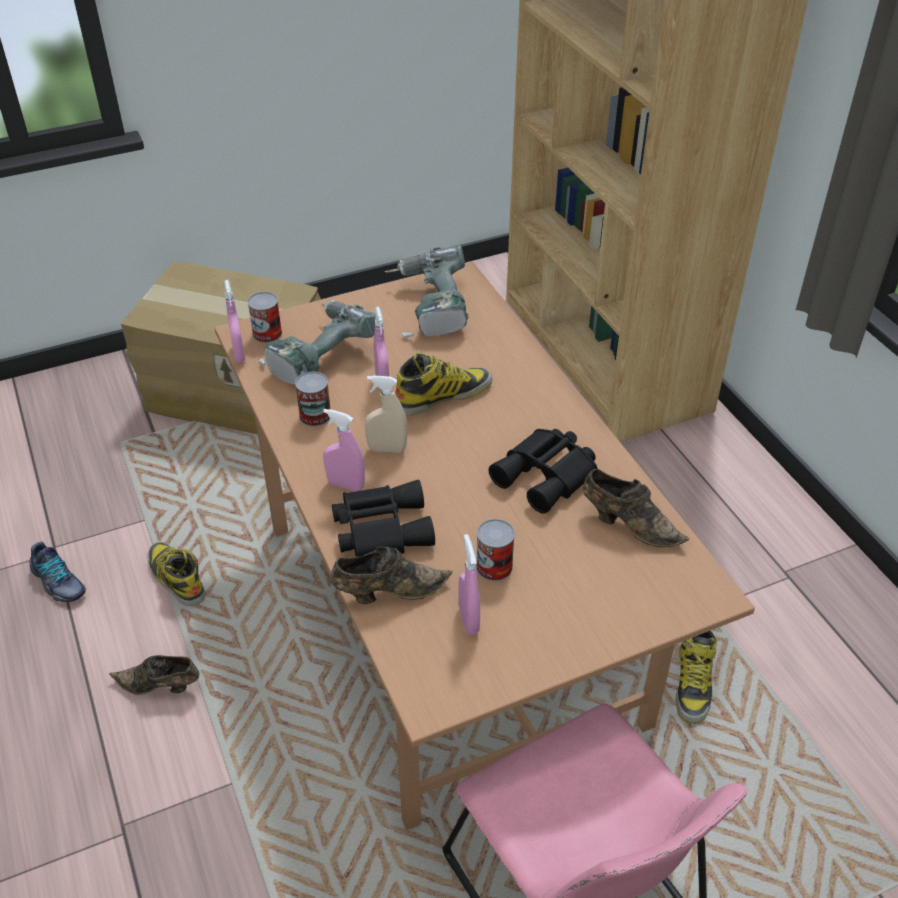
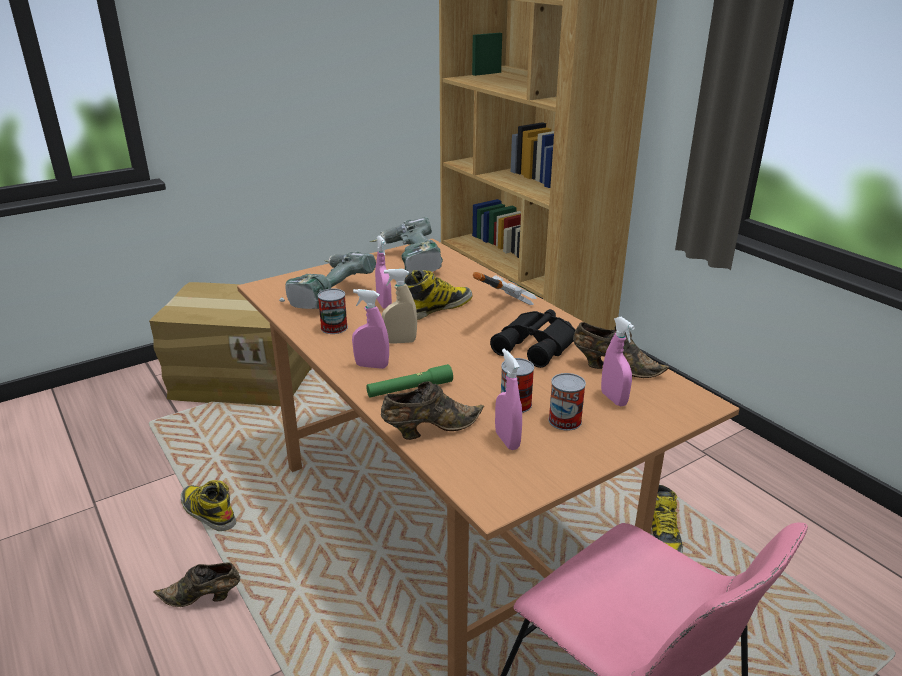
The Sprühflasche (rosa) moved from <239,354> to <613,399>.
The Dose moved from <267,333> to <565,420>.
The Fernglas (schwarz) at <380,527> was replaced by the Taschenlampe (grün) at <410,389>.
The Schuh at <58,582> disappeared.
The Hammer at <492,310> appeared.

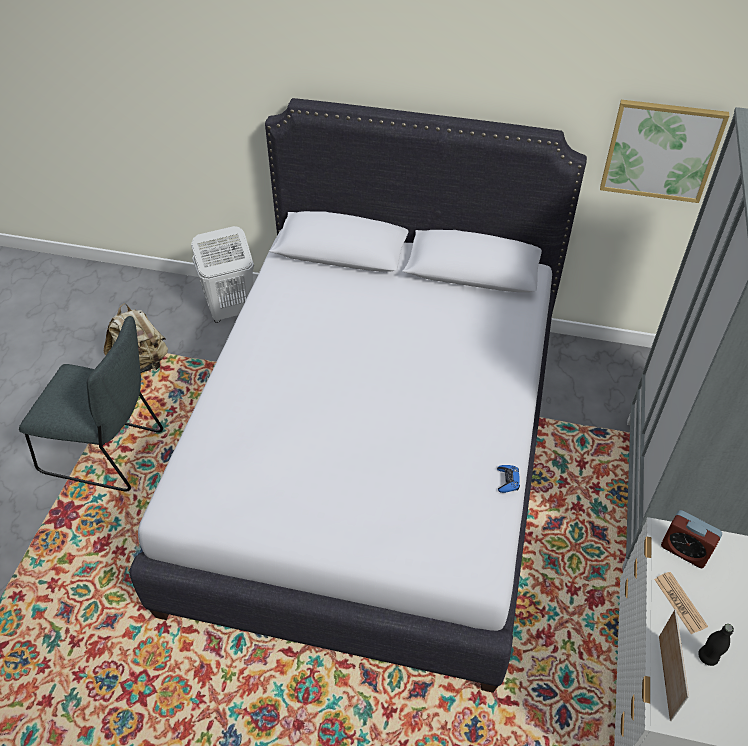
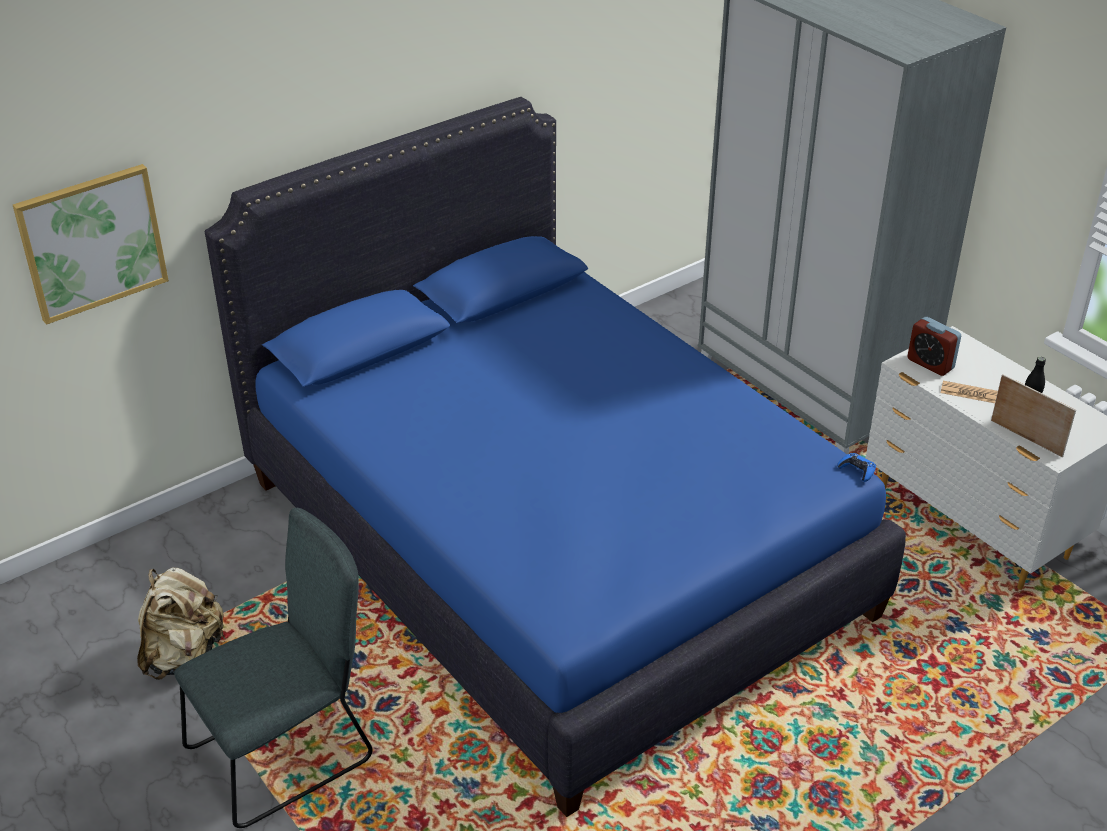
The Bett (weiß) at <373,458> became the Bett (blau) at <551,546>.
The Bild moved from <661,150> to <92,242>.
The Wäschekorb (weiß) at <231,311> disappeared.
The Gamepad (blau) moved from <507,481> to <857,470>.
The Wecker at <684,550> turned 60 degrees clockwise.

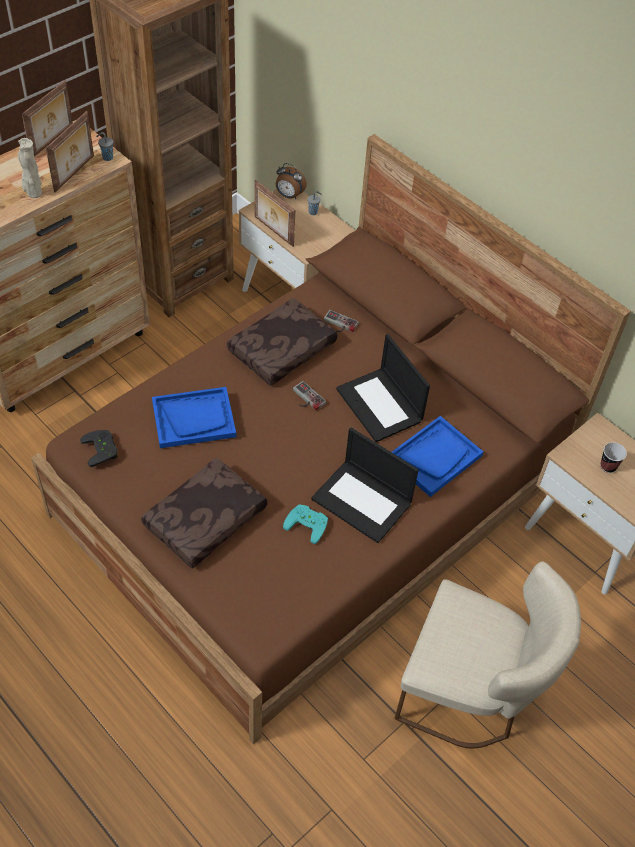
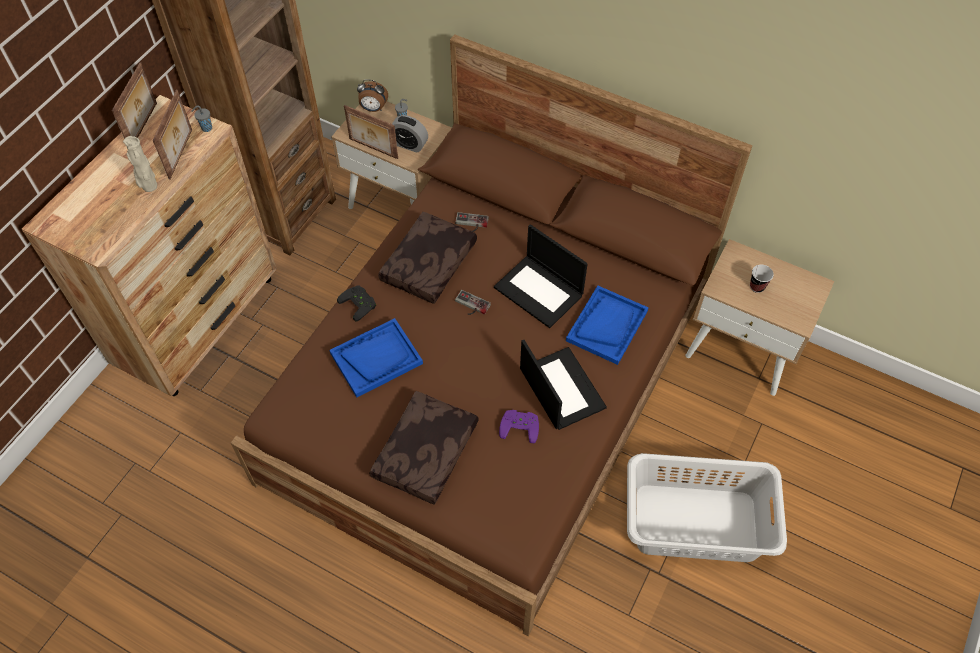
The Laptop at <363,501> turned 135 degrees counterclockwise.
The Gamepad (schwarz) moved from <102,449> to <360,303>.
The Gamepad (türkis) at <308,523> became the Gamepad (lila) at <520,425>.
The Stuhl (beige) at <470,694> was replaced by the Wäschekorb (grau) at <696,524>.
The Wecker at <409,144> appeared.

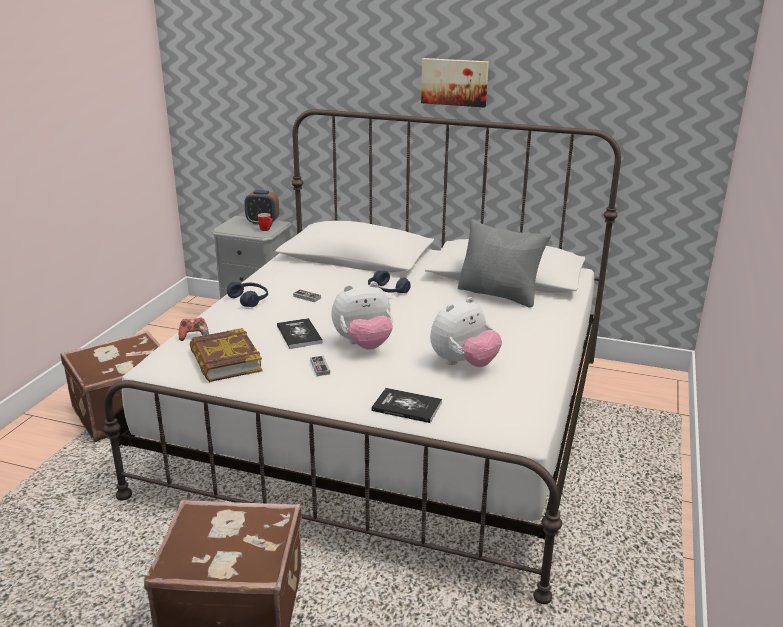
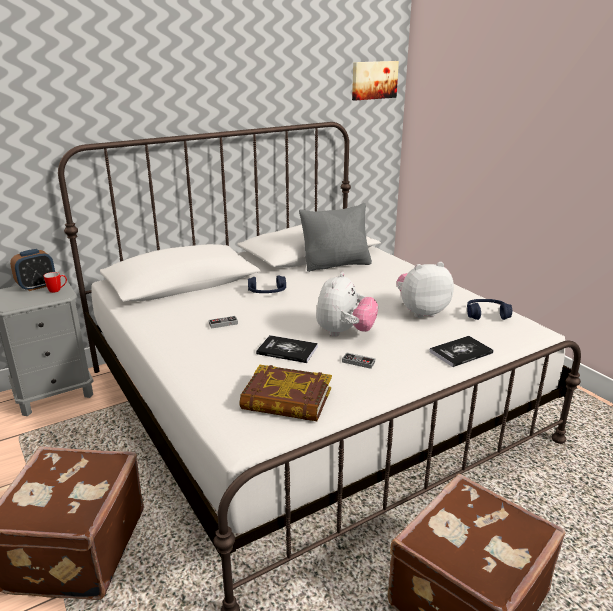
The Bild moved from <454,82> to <374,80>.
The Kopfhörer (blau) moved from <249,299> to <486,315>.
The Plüschtier at <463,364> turned 105 degrees counterclockwise.
The Gamepad at <194,336> disappeared.

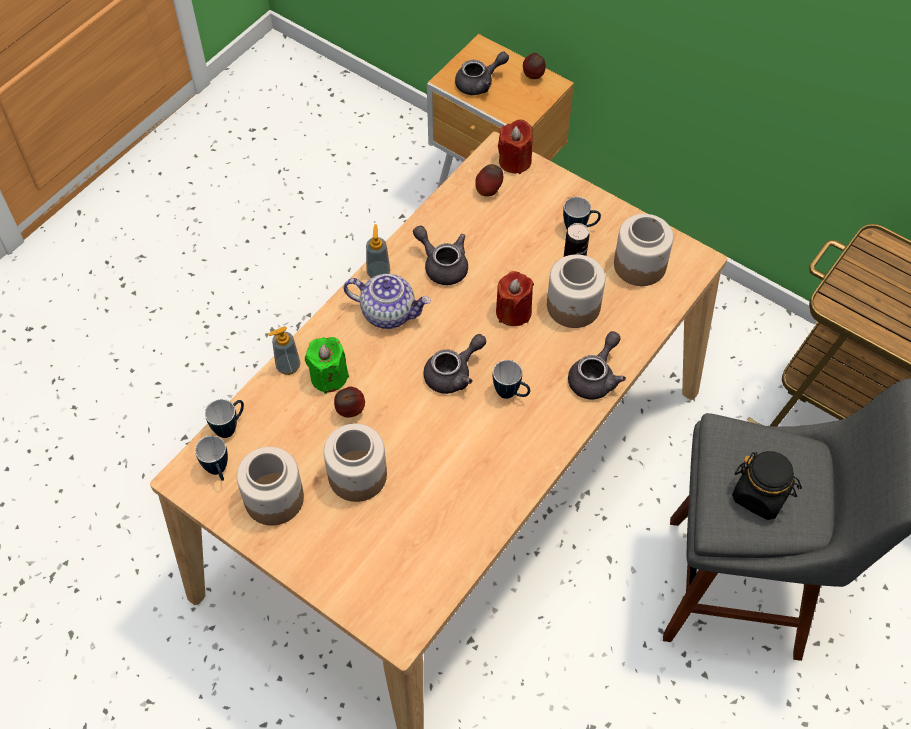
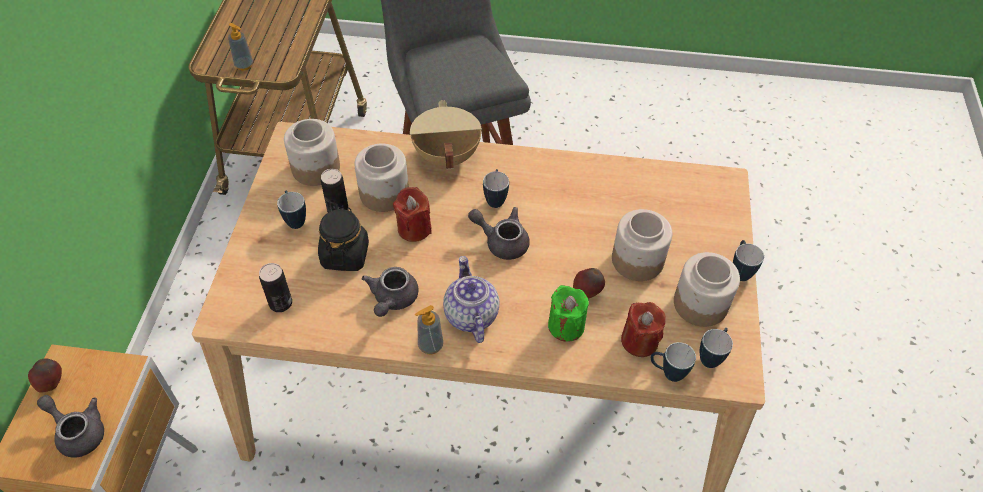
The Kerze (rot) moved from <515,161> to <639,341>.
The Apfel at <489,191> was replaced by the Dose at <280,303>.
The Seifenspender moved from <288,366> to <244,65>.
The Teekanne (grau) at <595,377> was replaced by the Kochtopf (beige) at <445,156>.
The Vorratsglas (schwarz) moved from <761,495> to <345,255>.
The Henkelbecher at <740,270> appeared.

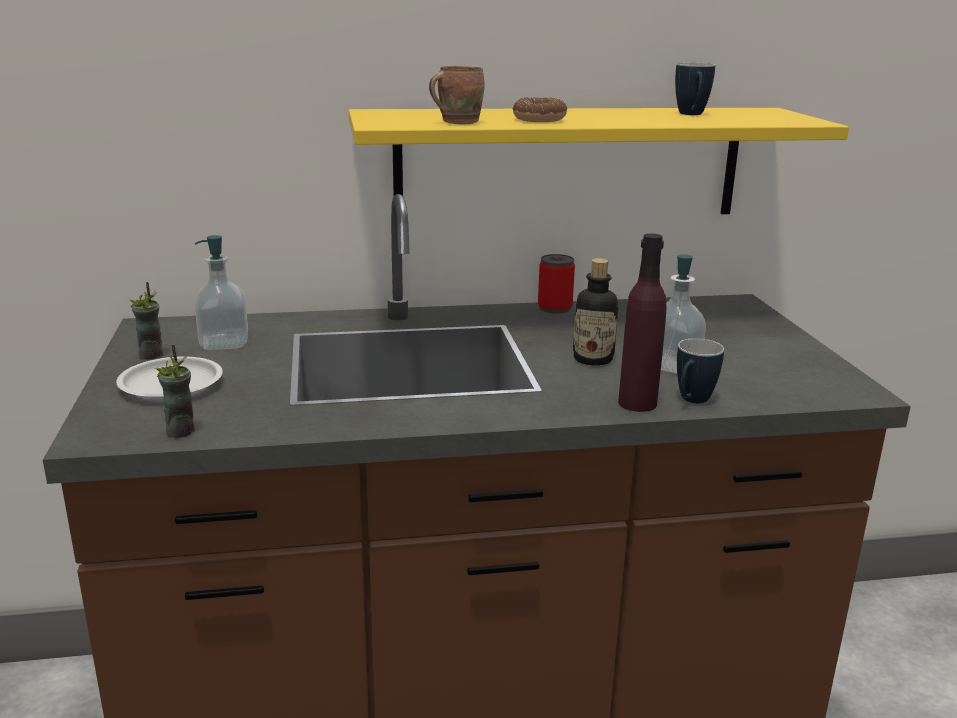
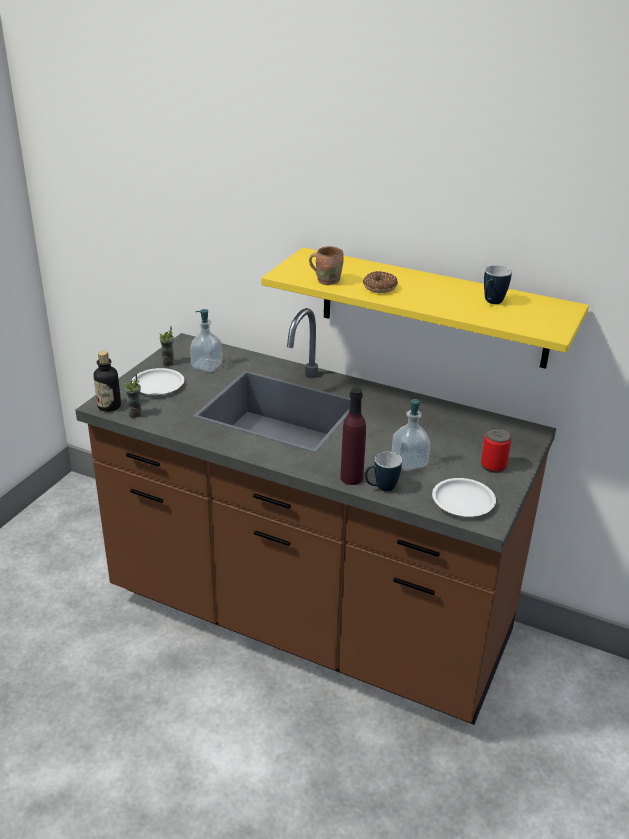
The Dose moved from <554,308> to <493,466>.
The Flasche moved from <593,359> to <109,406>.
The Teller (weiß) at <462,501> appeared.

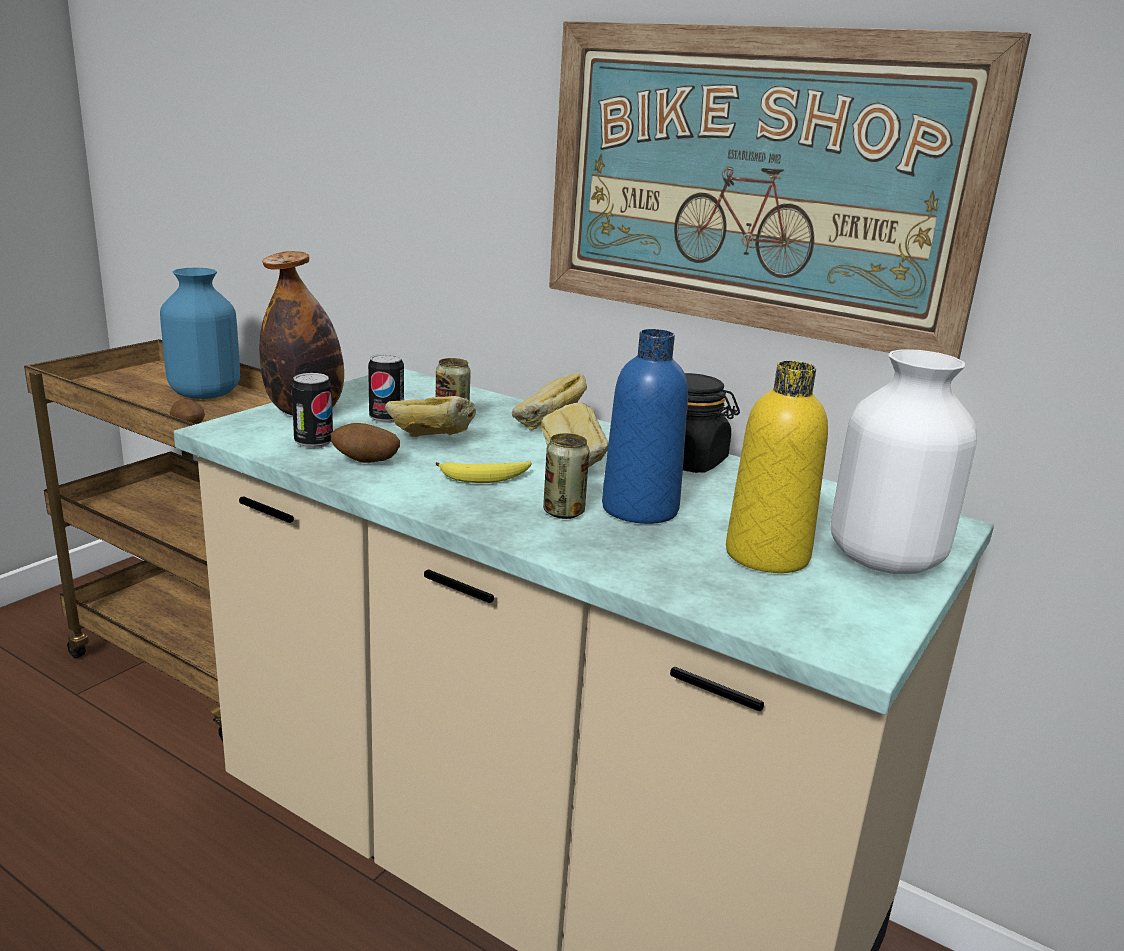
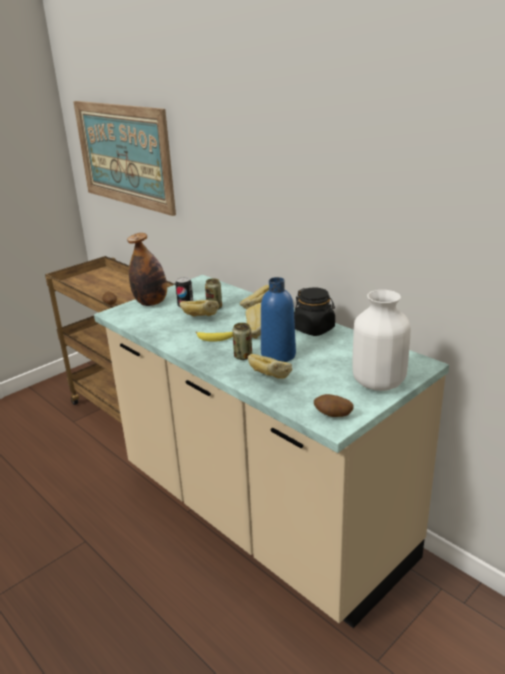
The Bild moved from <751,182> to <124,155>.
The Vase (blau) at <205,394> disappeared.
The Flasche (gelb) at <767,555> disappeared.
The Dose at <313,443> disappeared.
The Kartoffel moved from <365,462> to <333,416>.
The Brot at <269,379> appeared.

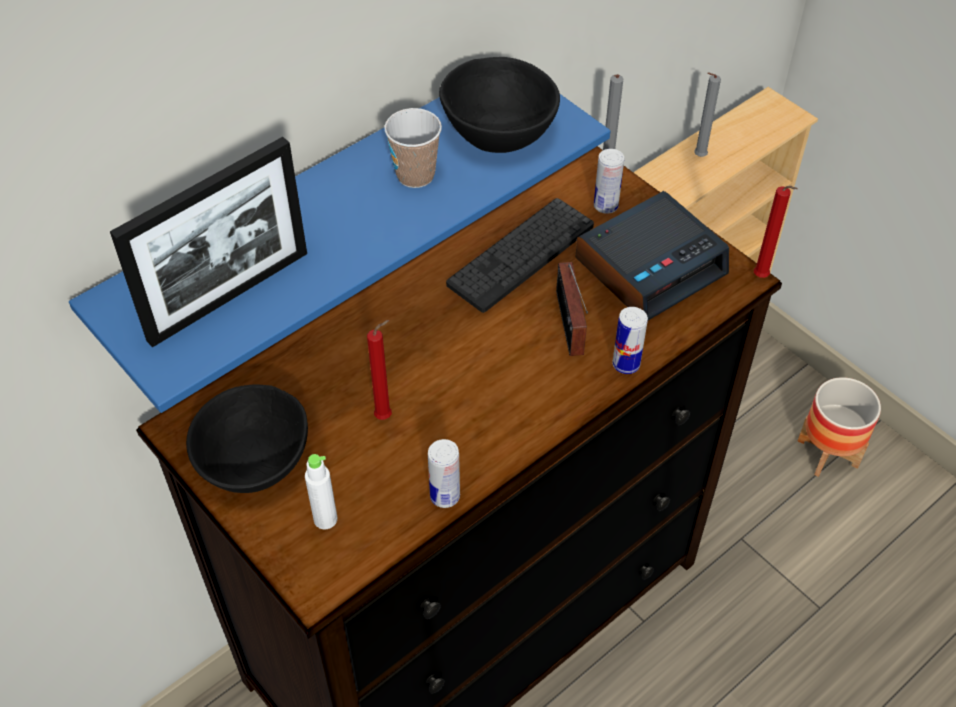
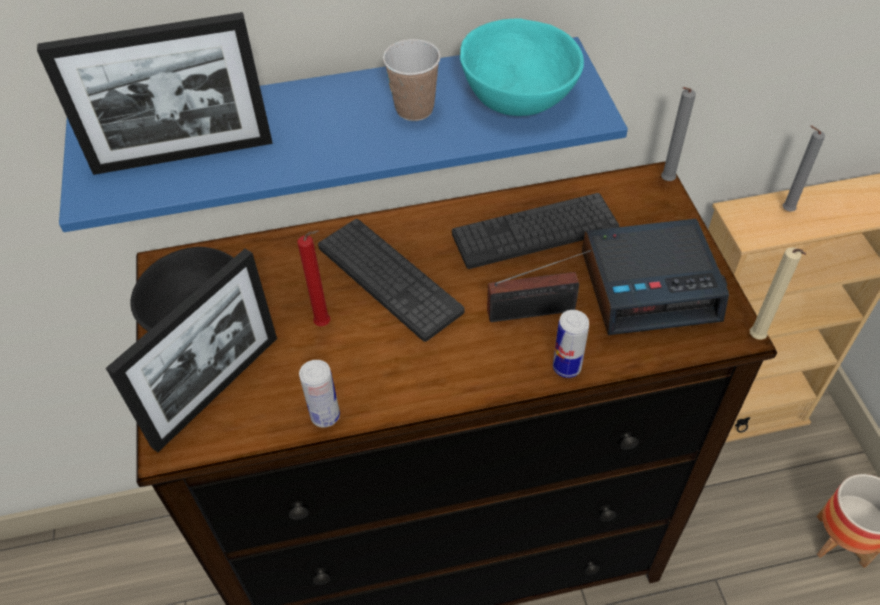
The Schüssel (schwarz) at <498,132> became the Schüssel (türkis) at <517,96>.
The Dose at <605,206> disappeared.
The Kerze (rot) at <762,278> became the Kerze (beige) at <757,339>.
The Radio at <569,327> turned 120 degrees counterclockwise.
The Flasche (weiß) at <325,519> was replaced by the Bilderrahmen at <216,390>.
The Tastatur at <389,278> appeared.

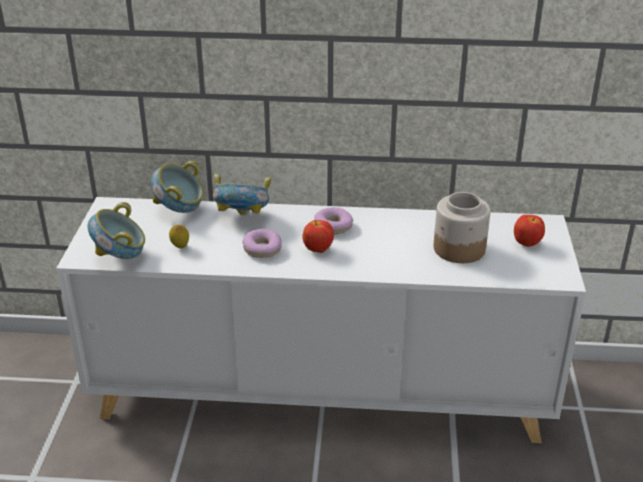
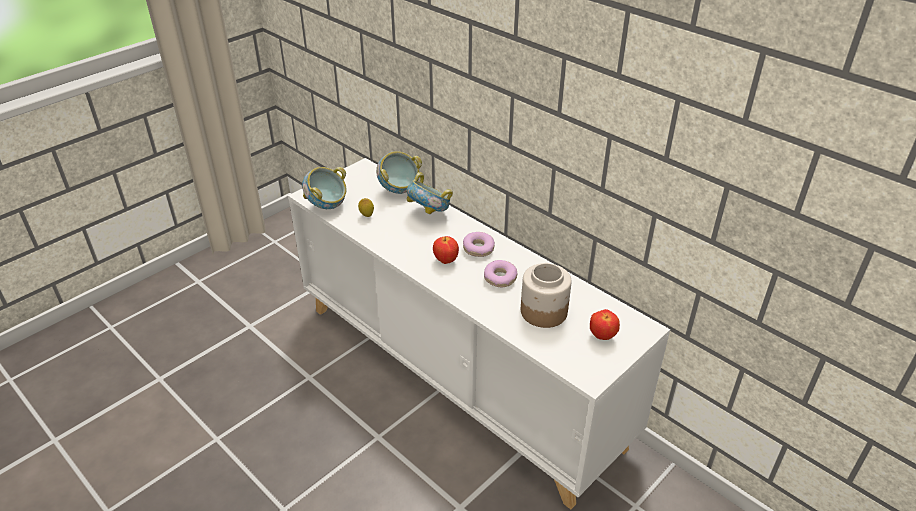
The Donut moved from <262,249> to <500,278>.

